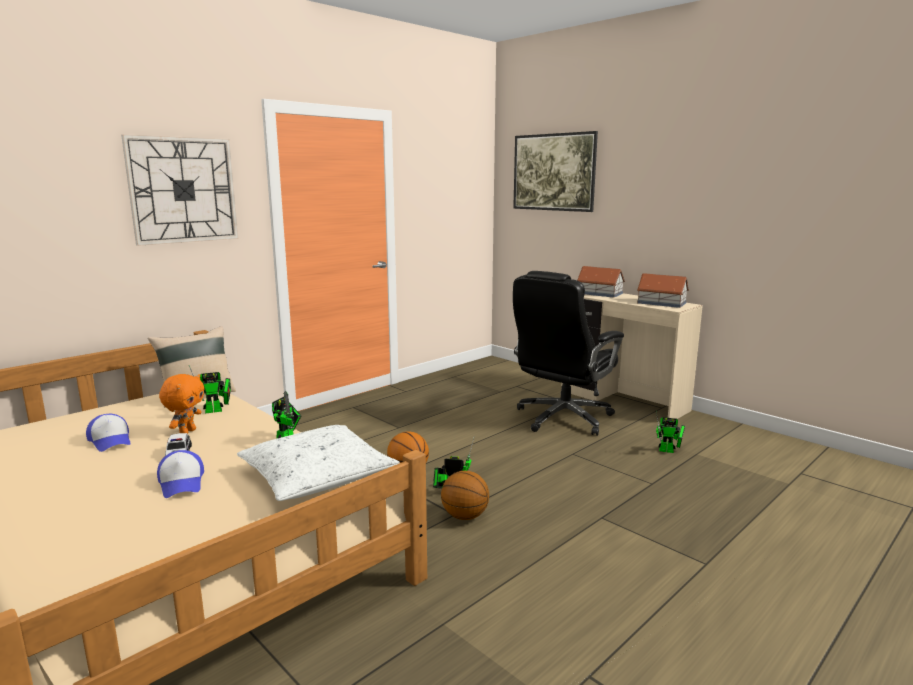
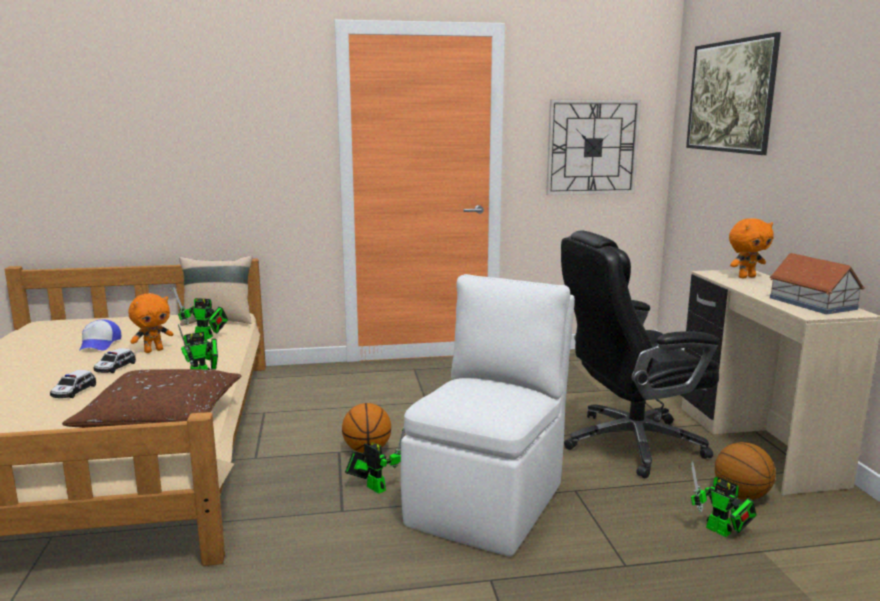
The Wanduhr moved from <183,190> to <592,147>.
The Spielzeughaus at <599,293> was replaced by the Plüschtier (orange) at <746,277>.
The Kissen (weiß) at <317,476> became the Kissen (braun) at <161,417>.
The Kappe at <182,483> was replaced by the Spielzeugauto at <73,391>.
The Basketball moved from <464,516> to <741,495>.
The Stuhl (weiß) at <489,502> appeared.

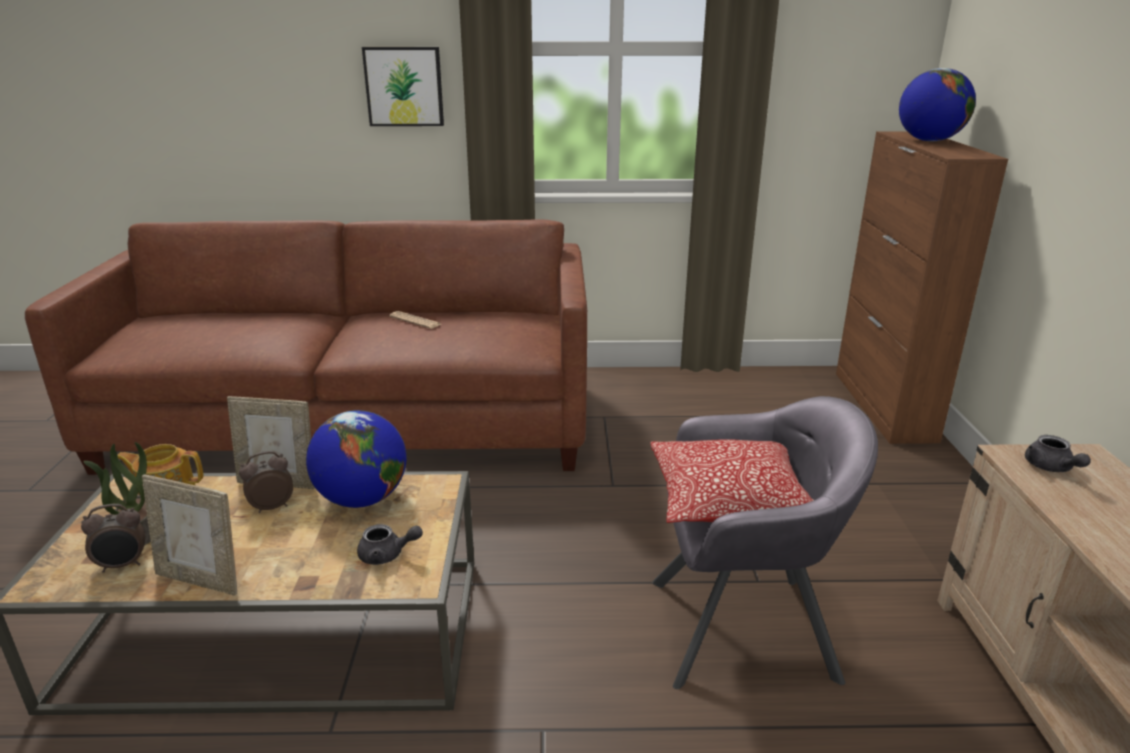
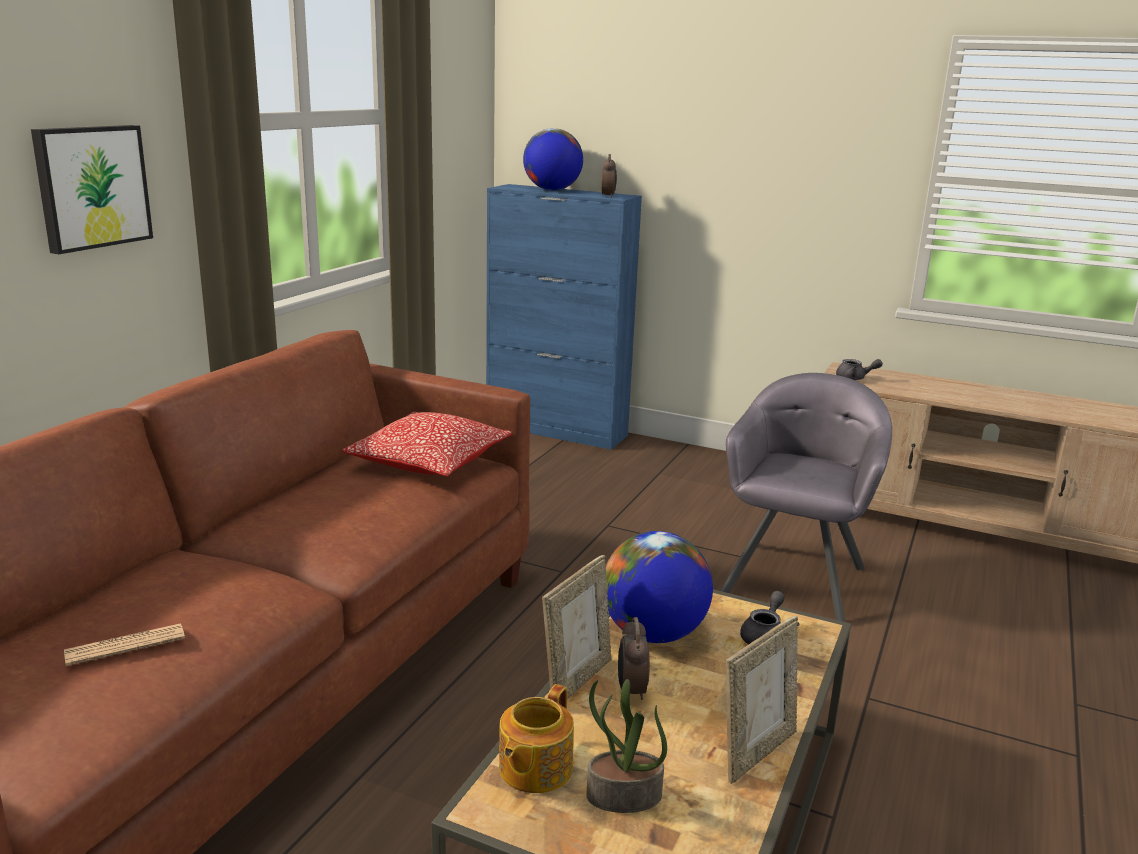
The Schrank (braun) at <883,406> became the Schrank (blau) at <557,430>.
The Zeitung moved from <415,321> to <125,645>.
The Kissen moved from <729,501> to <429,463>.
The Wecker moved from <123,565> to <608,196>.

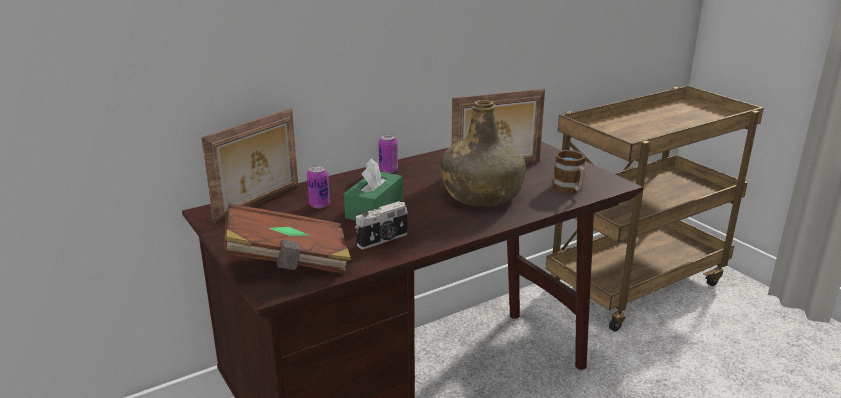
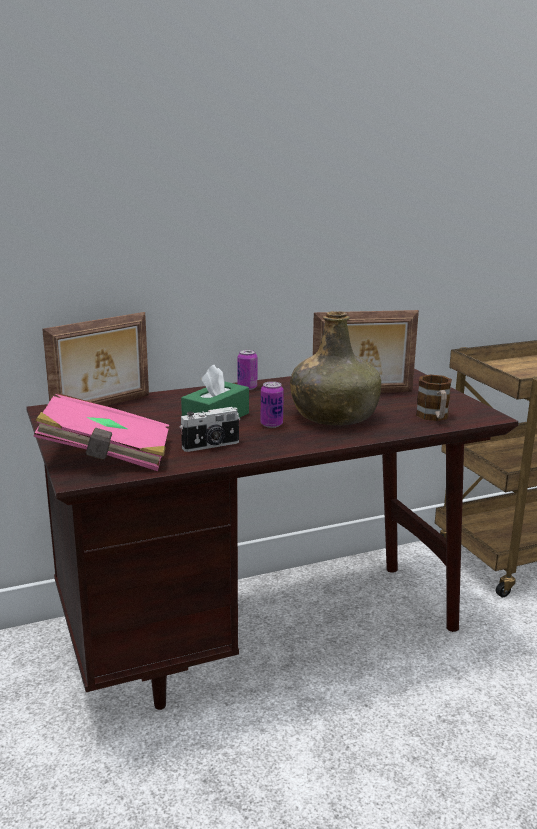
The Dose moved from <319,205> to <271,424>.
The Buch (braun) at <288,262> became the Buch (rosa) at <106,456>.

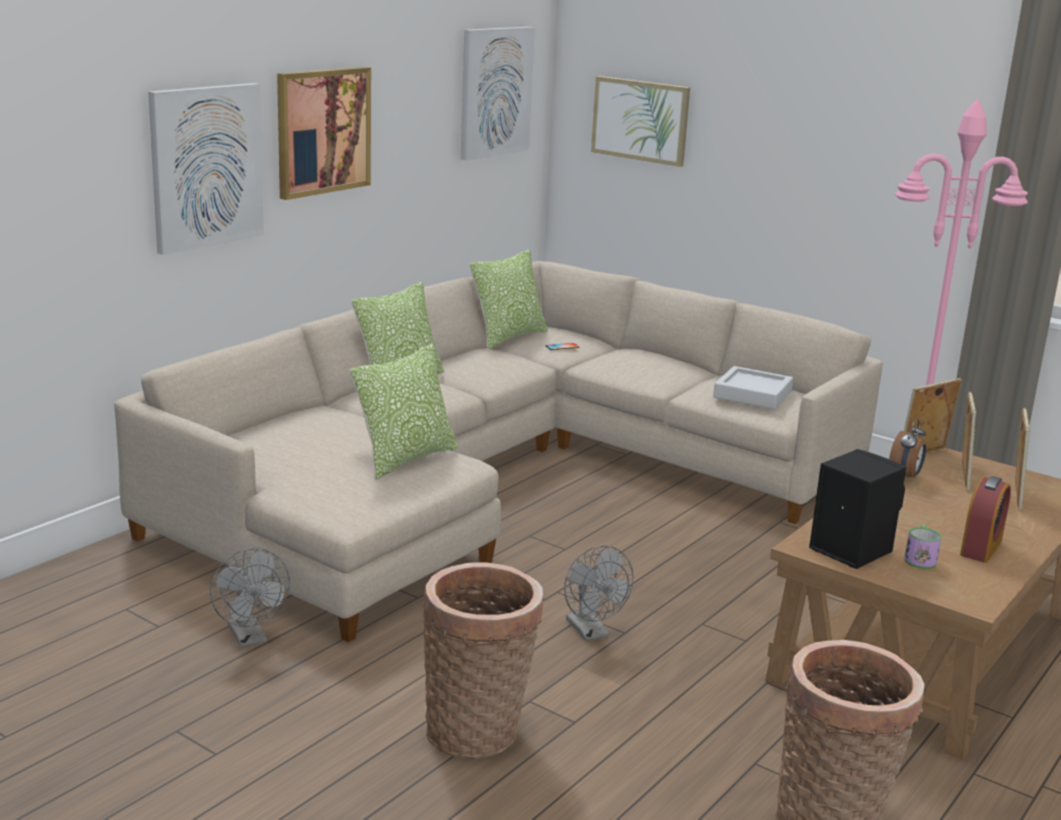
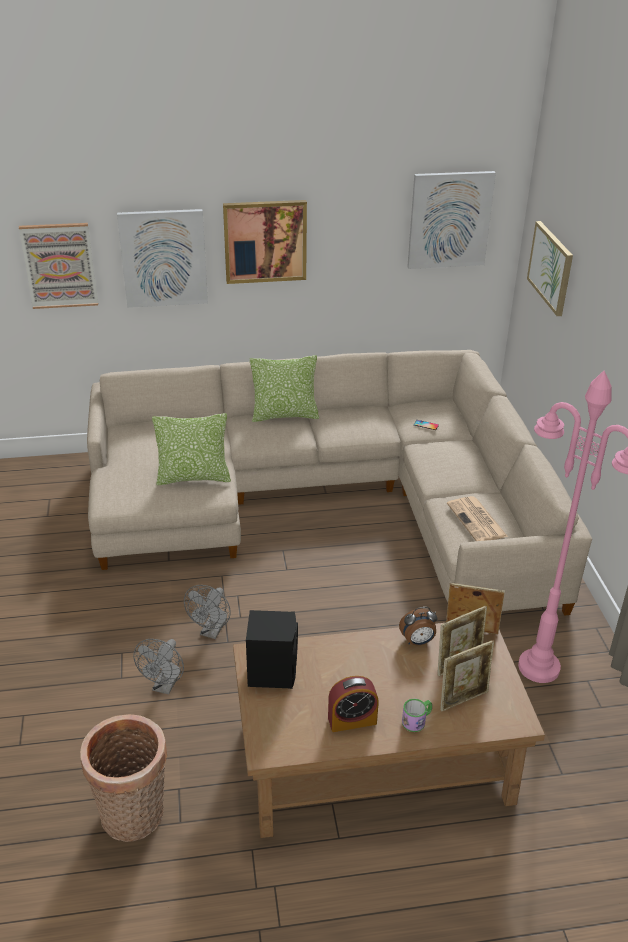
The Kissen at <508,337> disappeared.
The Tablett (grau) at <752,394> was replaced by the Zeitung at <477,521>.
The Henkelbecher moved from <920,558> to <417,720>.
The Ventilator (grau) moved from <250,638> to <165,686>.
The Korb at <478,731> disappeared.
The Bild at <59,265> appeared.

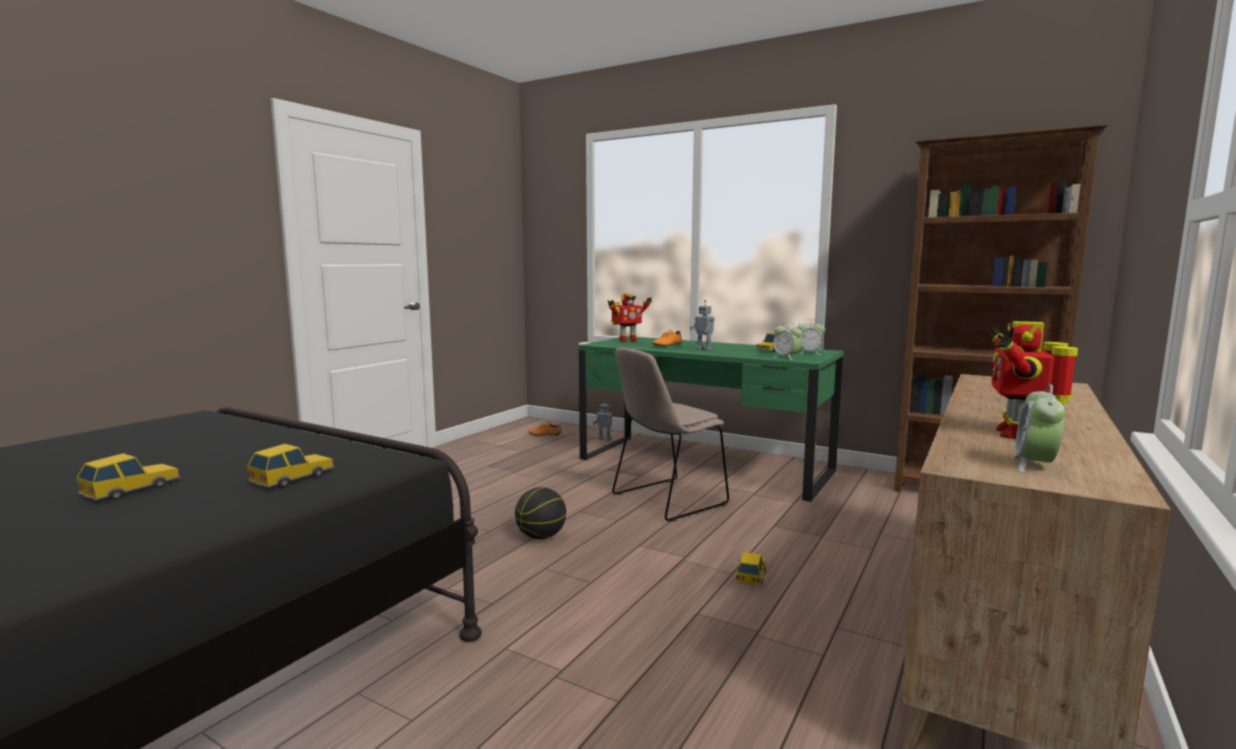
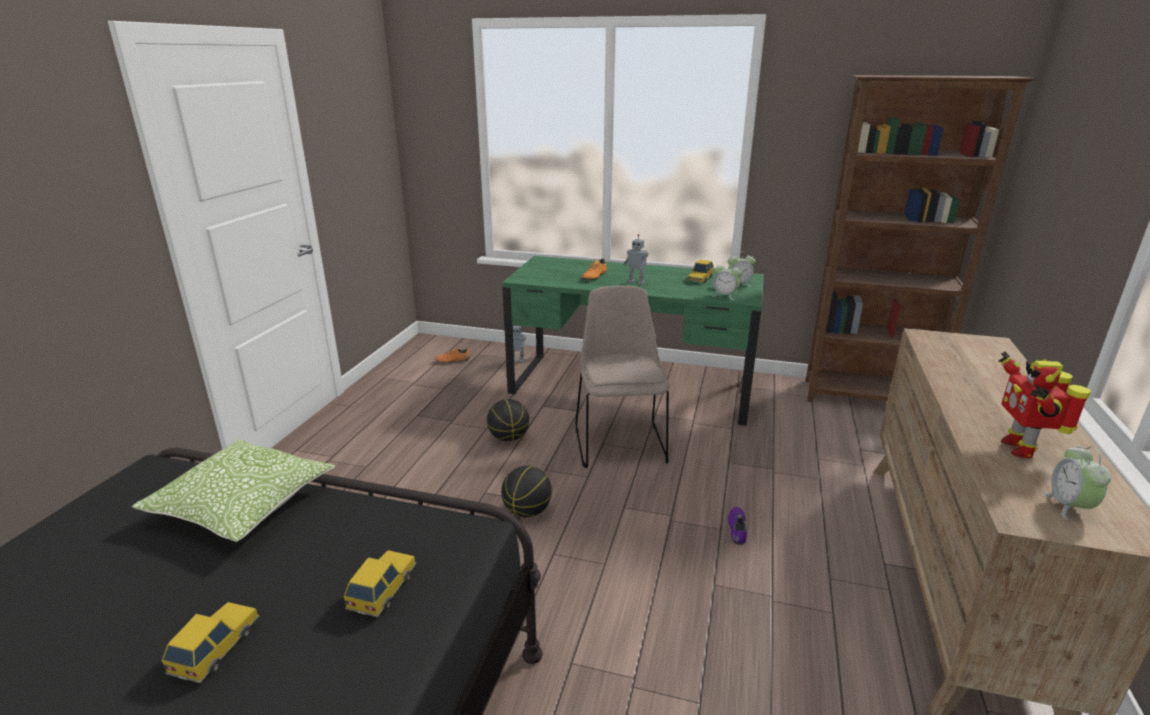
The Spielzeugroboter at <627,341> disappeared.
The Stuhl (beige) at <666,500> turned 135 degrees clockwise.
The Spielzeugauto at <751,576> was replaced by the Schuh (lila) at <737,530>.
The Basketball at <509,438> appeared.
The Kissen at <243,505> appeared.

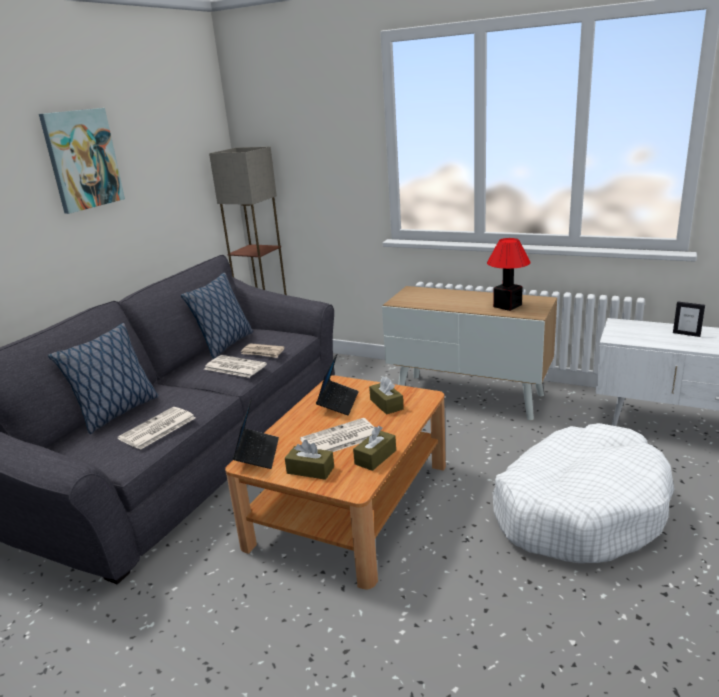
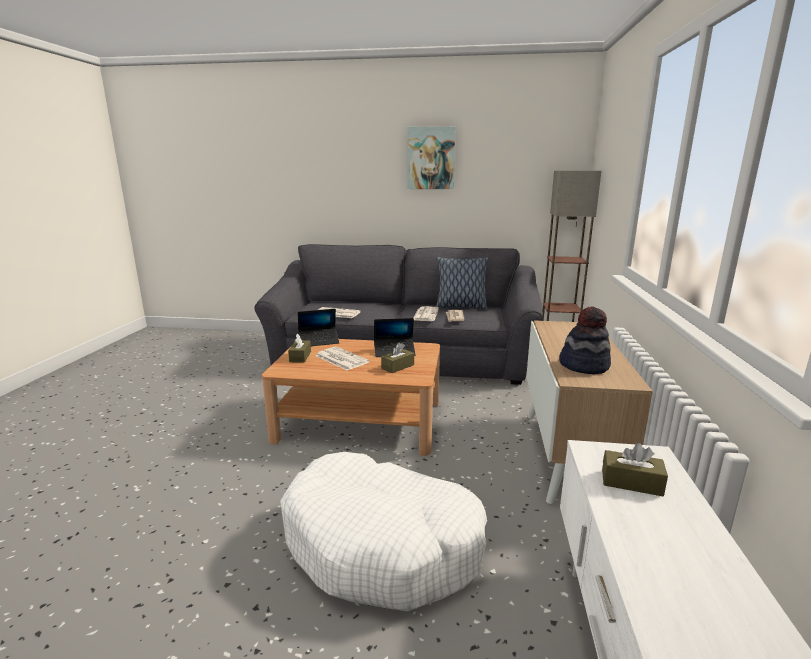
The Tischlampe at <507,306> was replaced by the Hut at <584,365>.
The Bilderrahmen at <686,334> disappeared.
The Kissen at <117,413> disappeared.
The Taschentuchbox (braun) moved from <375,457> to <631,482>.

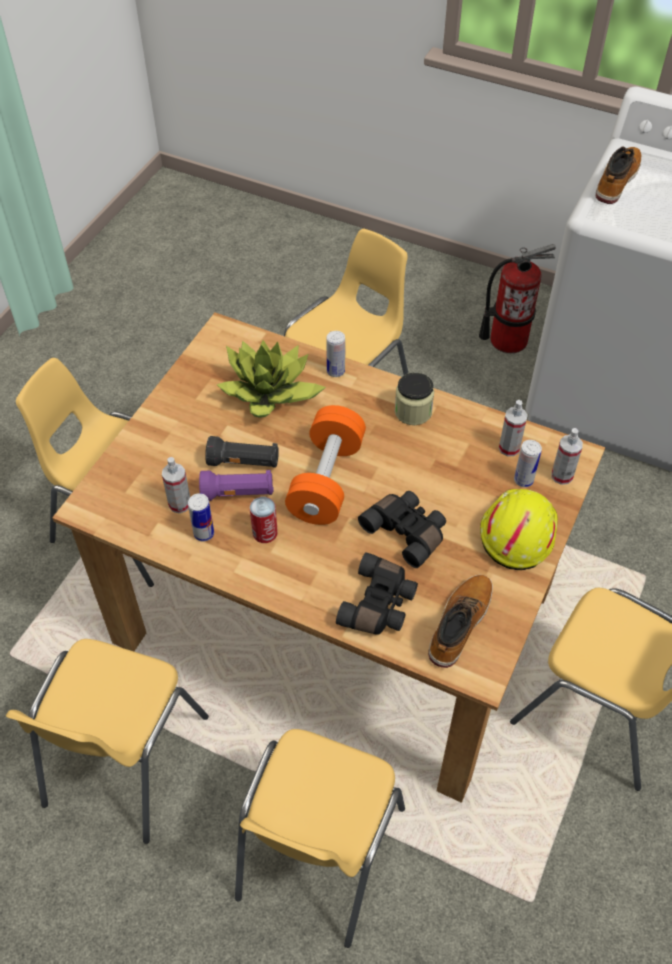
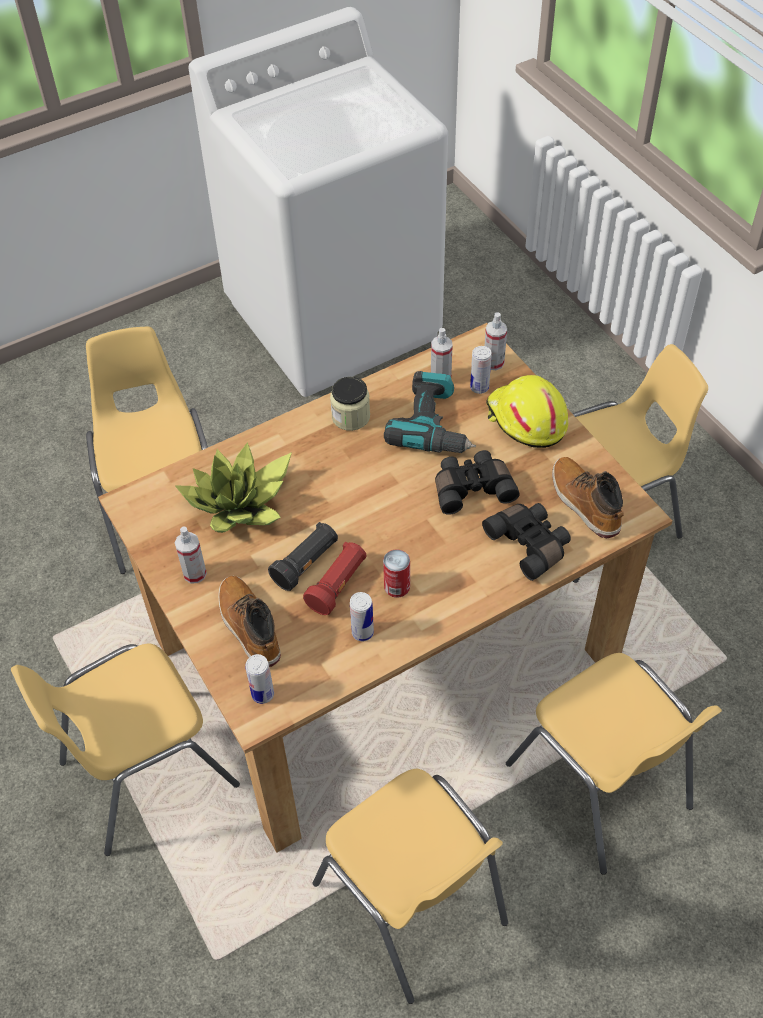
The Stiefel moved from <616,181> to <249,627>.
The Feuerlöscher at <508,339> disappeared.
The Dose moved from <335,371> to <263,694>.
The Hantel (orange) at <326,480> disappeared.
The Sprühflasche moved from <180,504> to <195,573>.
The Taschenlampe (lila) at <238,493> became the Taschenlampe (rot) at <338,585>.
The Bohrmaschine at <433,425> appeared.

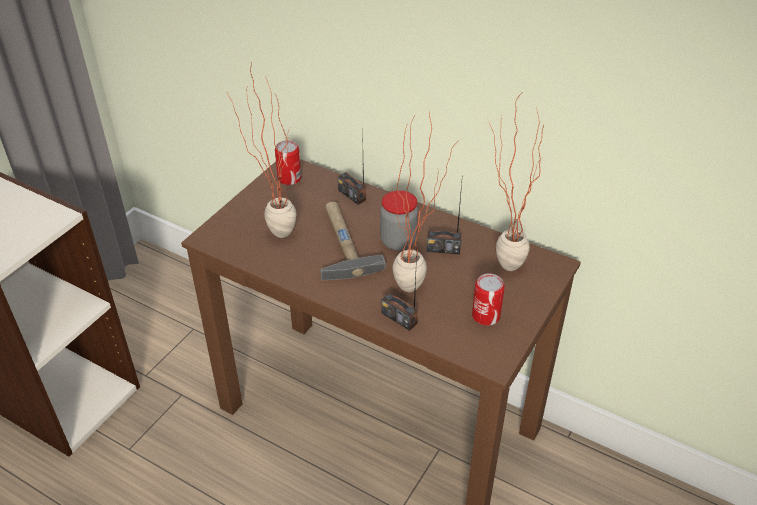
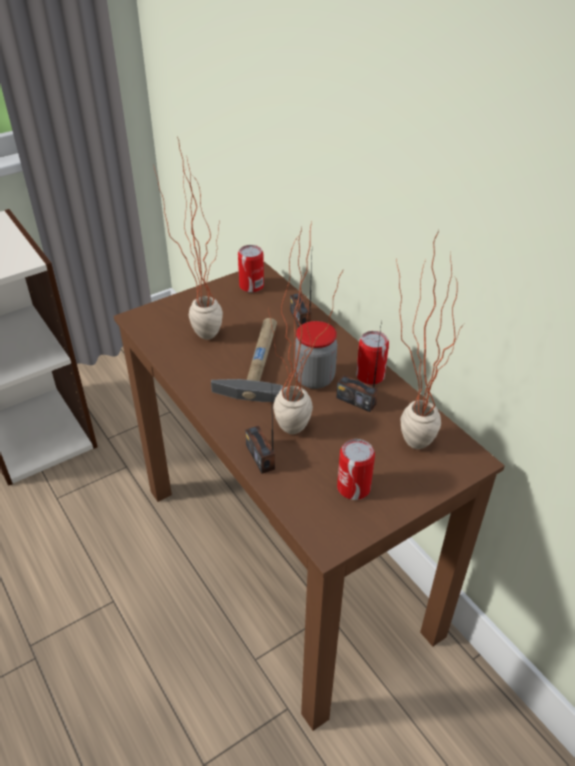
The Dose at <370,376> appeared.

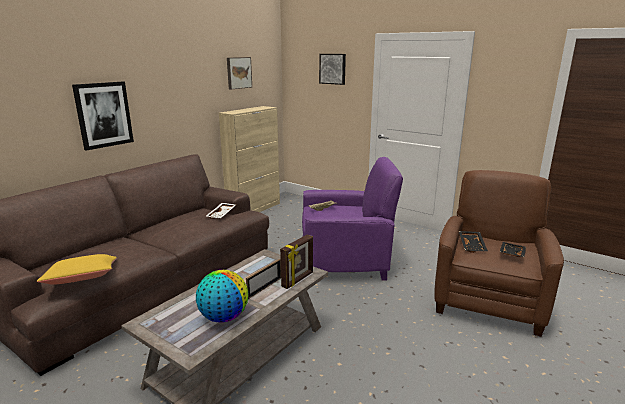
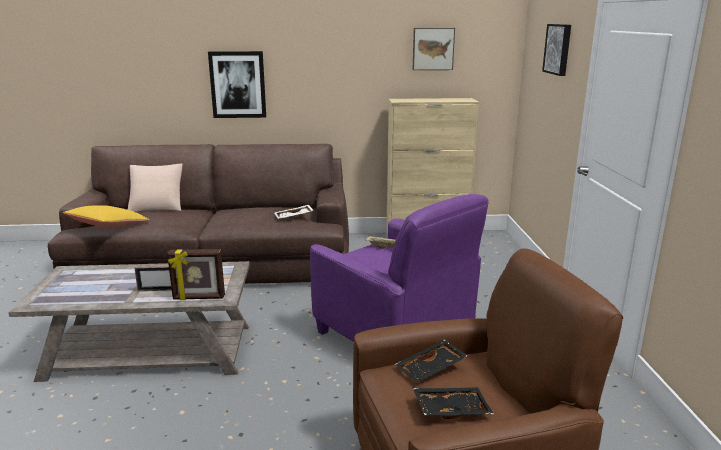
The Globus at <224,317> disappeared.
The Kissen (beige) at <158,207> appeared.

